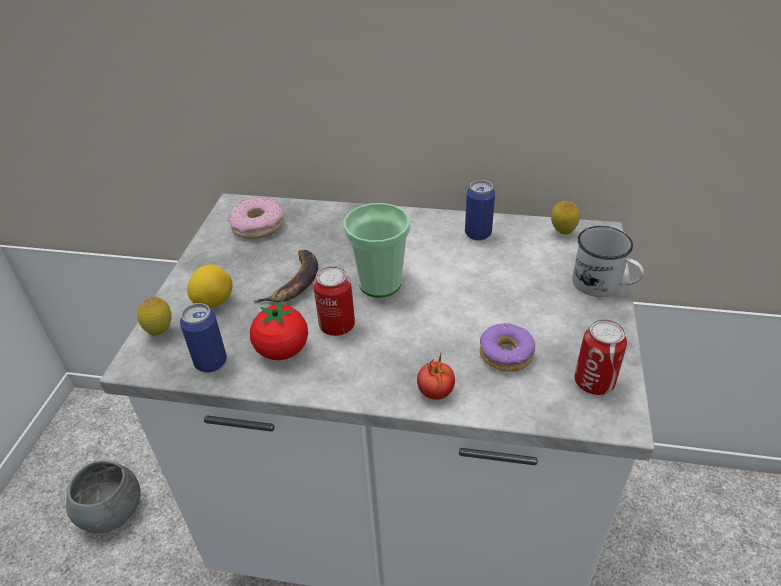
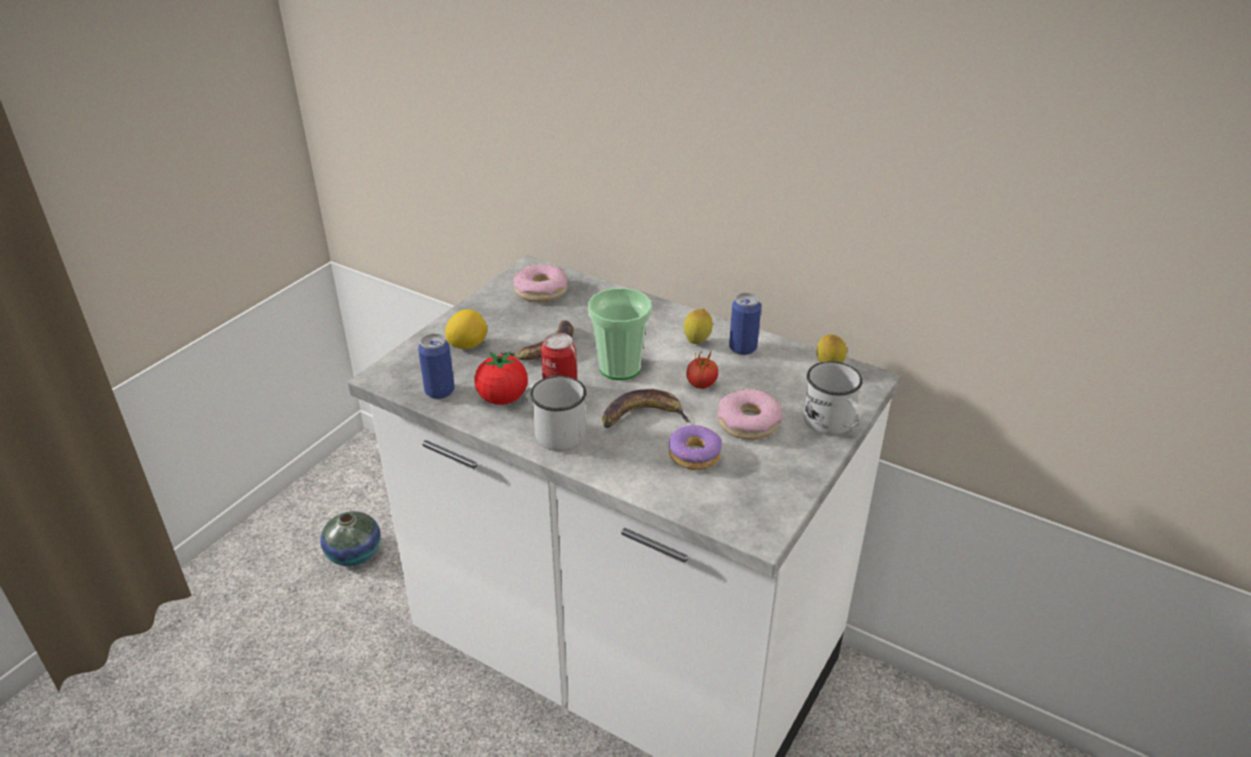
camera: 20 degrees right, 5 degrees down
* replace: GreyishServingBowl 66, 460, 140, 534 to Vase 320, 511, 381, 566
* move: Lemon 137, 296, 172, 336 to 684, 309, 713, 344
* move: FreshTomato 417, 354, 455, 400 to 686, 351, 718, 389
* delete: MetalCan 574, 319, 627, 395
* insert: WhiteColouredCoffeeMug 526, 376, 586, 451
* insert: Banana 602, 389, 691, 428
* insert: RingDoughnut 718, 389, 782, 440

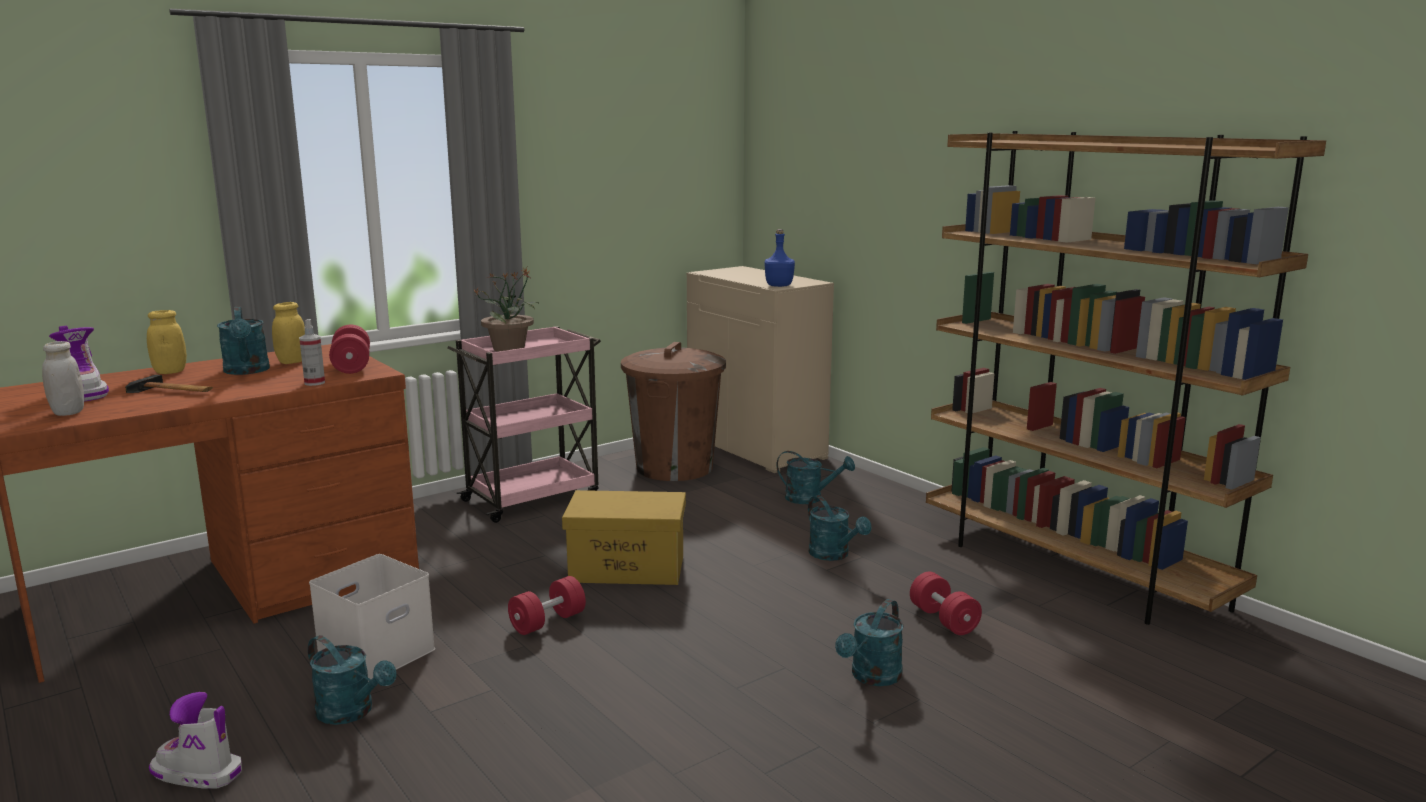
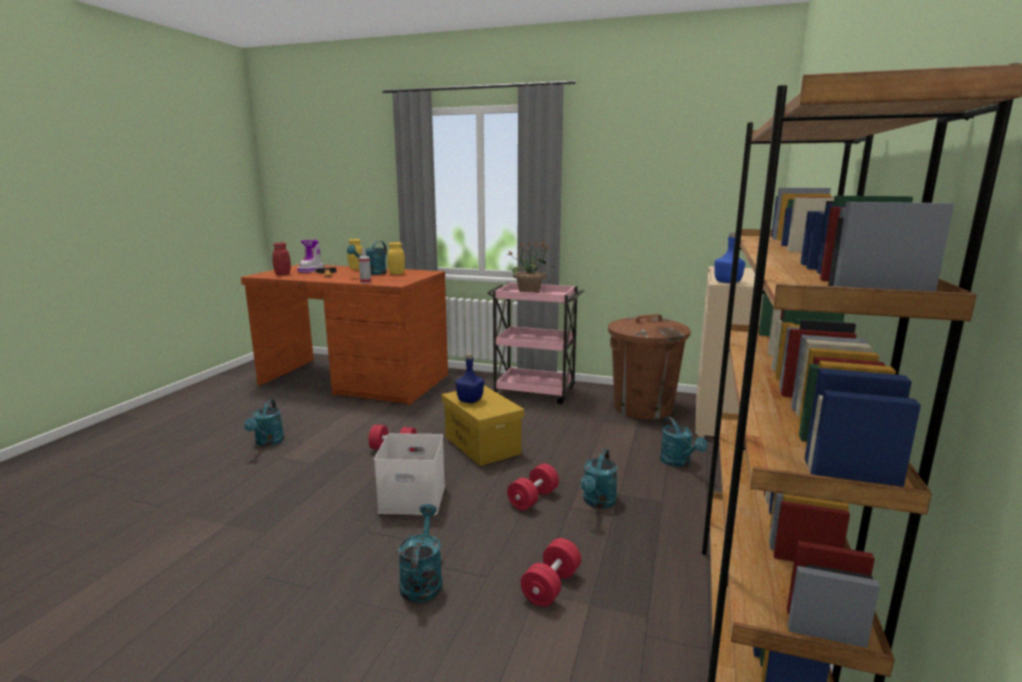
camera: 55 degrees right, 0 degrees up
* recolor: WhiteColouredStorageJar 42, 341, 84, 416 to ReddishStorageJar 272, 242, 291, 275
* delete: TallBoot 149, 692, 242, 789
* move: WhiteColouredStorageBin 309, 554, 435, 679 to 374, 433, 445, 515
* move: ReddishHandWeight 329, 325, 370, 374 to 507, 463, 559, 510
* rotate: TurquoiseColouredWateringCan 835, 599, 904, 686 = 398, 504, 442, 603 90 degrees clockwise
* insert: BlueColouredDrinkBottle 456, 354, 484, 403

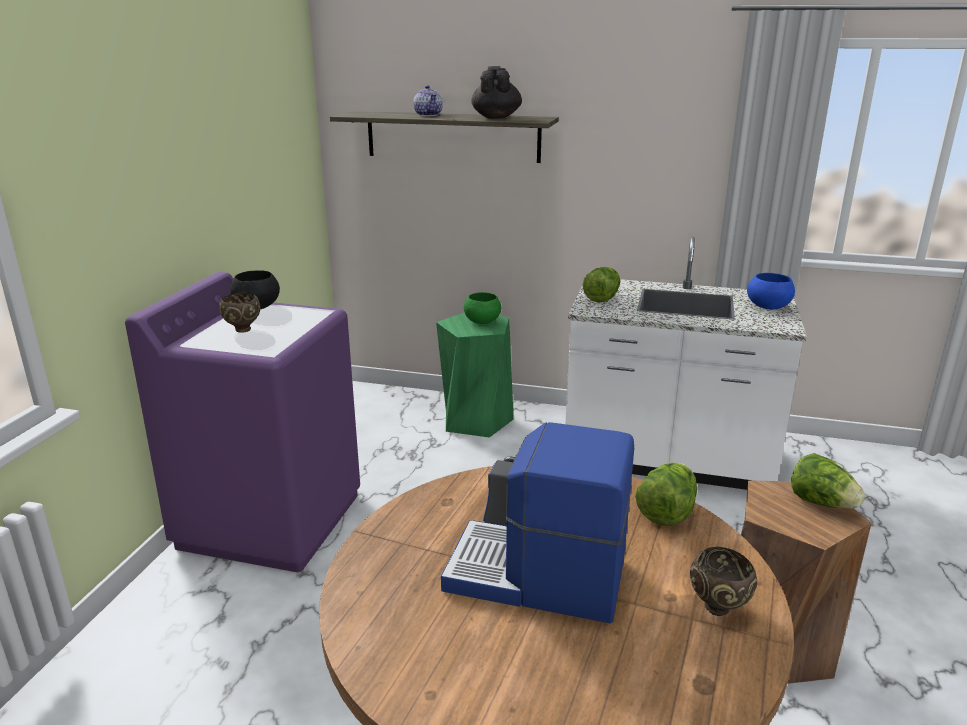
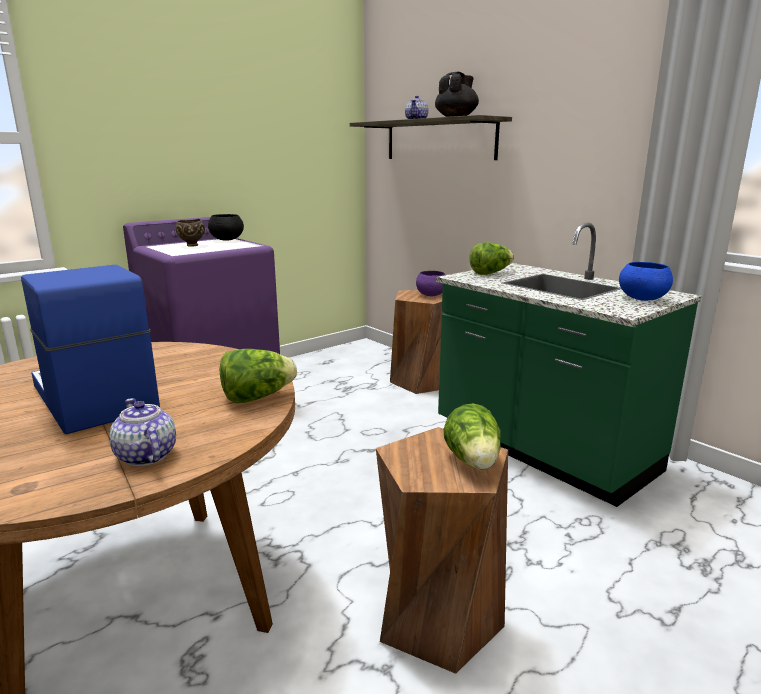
camera: 35 degrees right, 5 degrees down
* recolor: GreenStool 436, 312, 514, 438 to BrownColouredStool 390, 290, 445, 394
* recolor: GreenServingBowl 464, 292, 501, 324 to PurpleColouredServingBowl 416, 271, 445, 296
* recolor: WhiteColouredCounter 565, 237, 807, 490 to GreenCounter 436, 222, 701, 507
* replace: BrownColouredServingBowl 690, 547, 757, 616 to TeaPot 110, 398, 176, 466

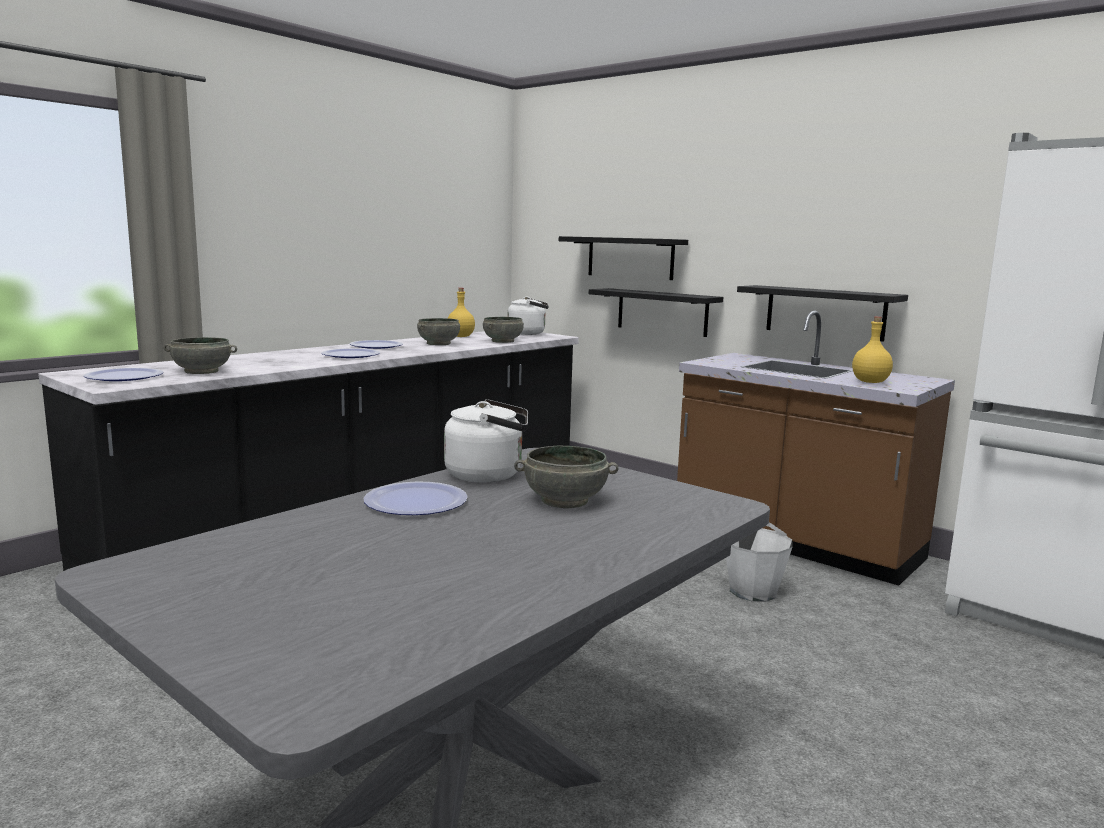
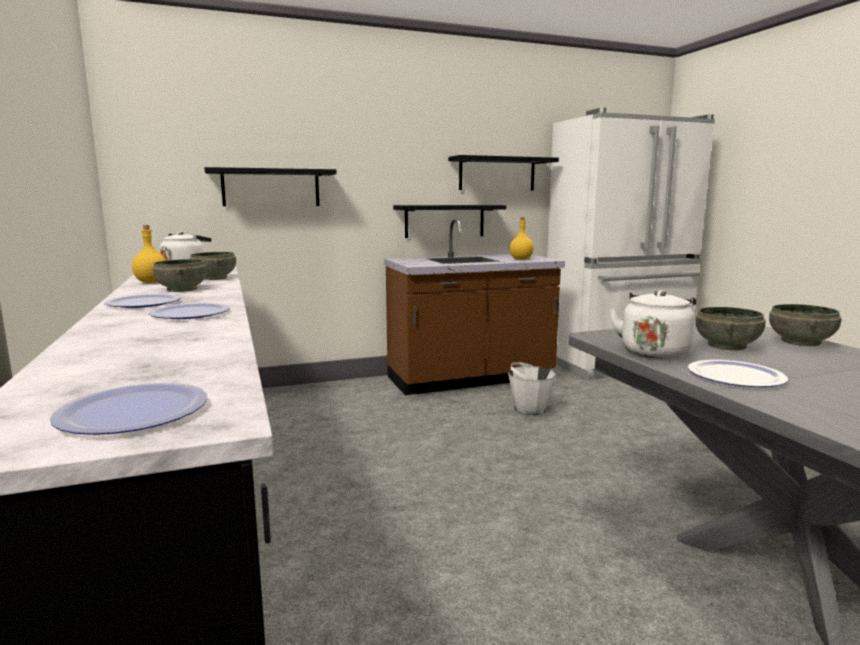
camera: 60 degrees left, 0 degrees up
* move: GreyishServingBowl 164, 337, 237, 374 to 769, 304, 841, 346
* move: BlackishShelf 589, 288, 723, 337 to 448, 155, 559, 190

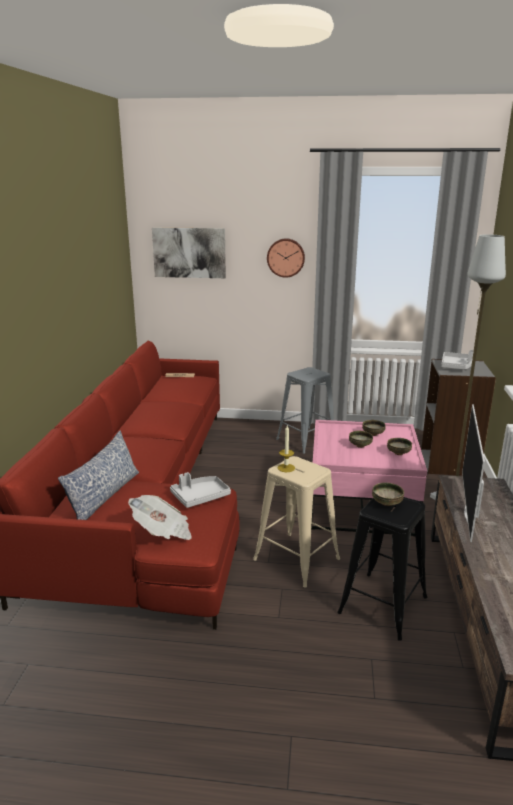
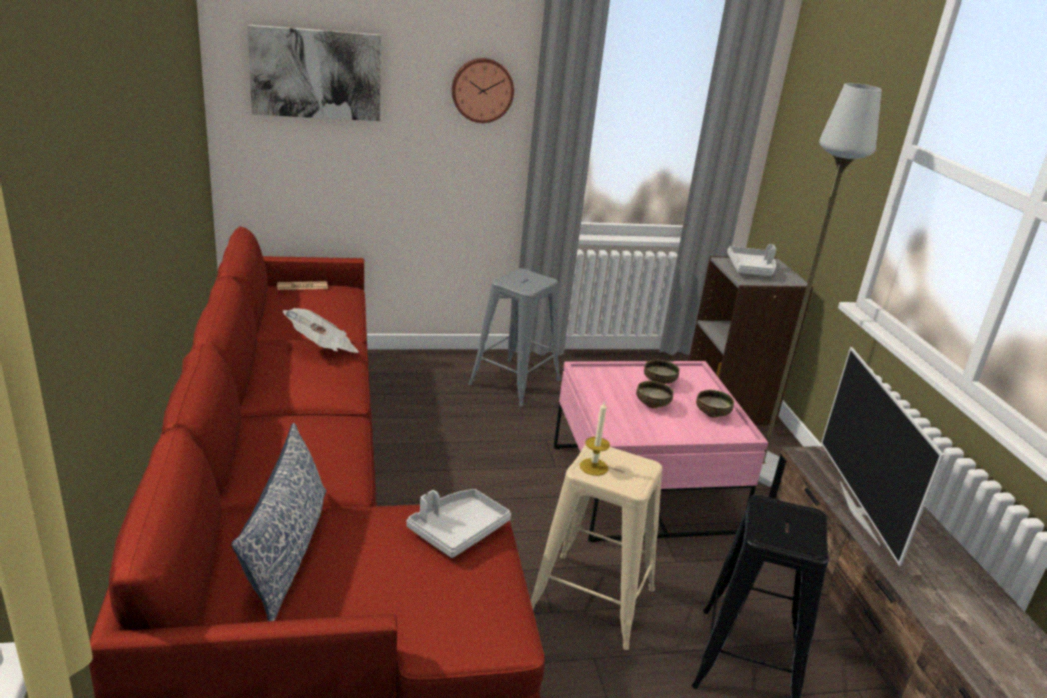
camera: 20 degrees left, 5 degrees up
* move: PrintedPaper 128, 495, 192, 540 to 283, 308, 358, 353
* delete: ServingBowl 372, 482, 404, 506

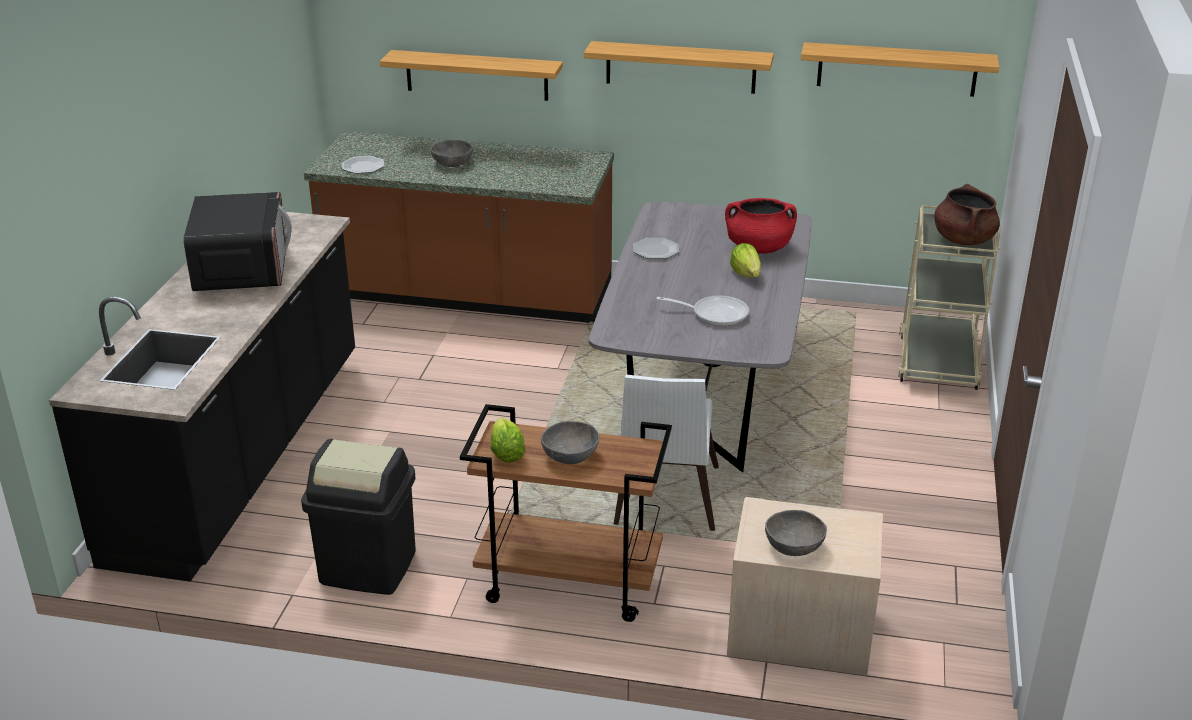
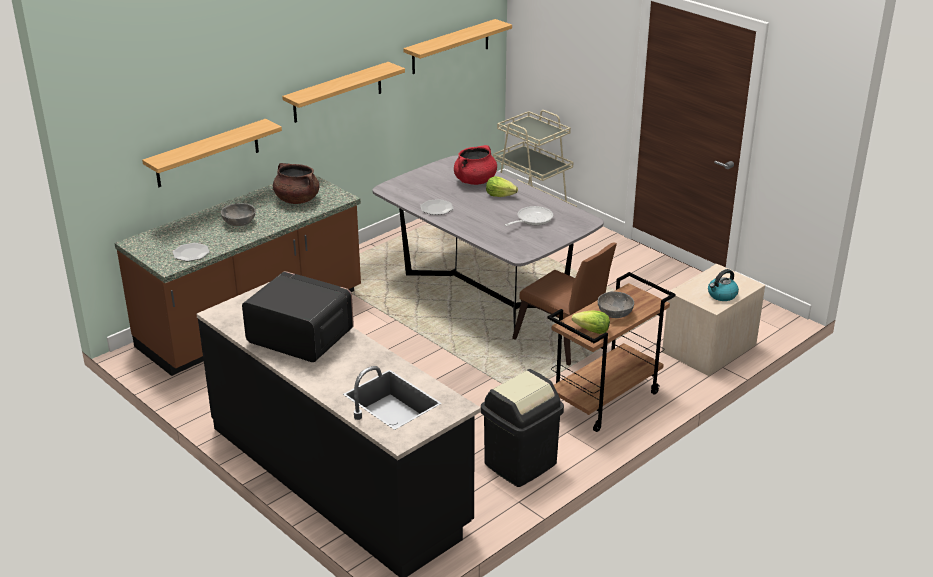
camera: 55 degrees left, 0 degrees up
* recolor: WhiteColouredChair 614, 375, 719, 531 to BrownColouredChair 512, 242, 617, 366
* replace: GreyishServingBowl 765, 510, 827, 556 to Kettle 708, 269, 739, 301
* move: BrownColouredCookingPot 934, 184, 1000, 245 to 273, 163, 320, 204

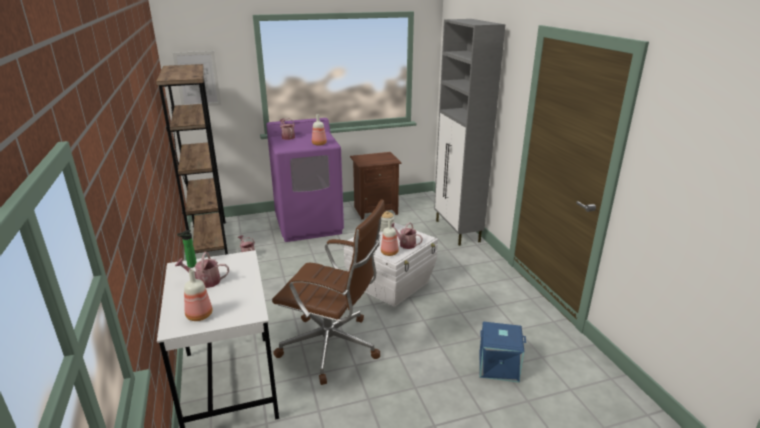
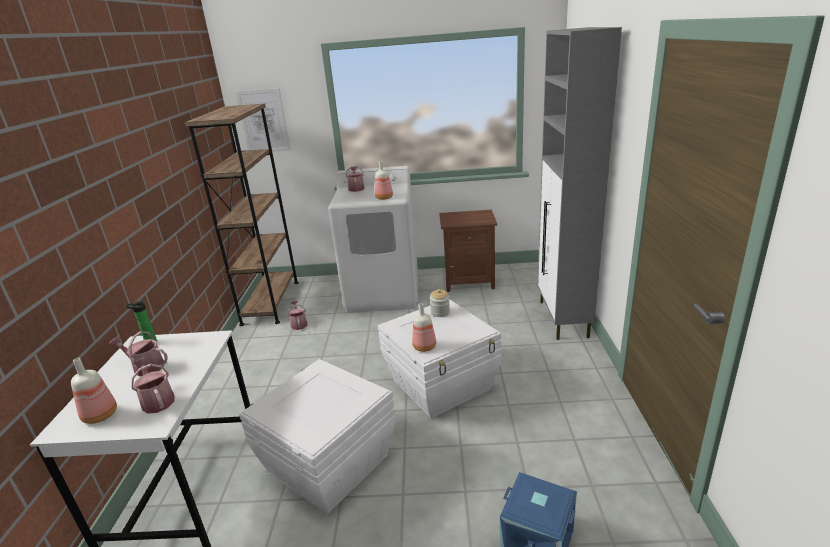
camera: 20 degrees right, 0 degrees up
* recolor: PurpleColouredLaundryMachine 266, 118, 344, 242 to WhiteColouredLaundryMachine 328, 166, 418, 313
* replace: BrownColouredDeskChair 272, 200, 385, 385 to WhiteColouredStorageBin 239, 359, 395, 514
* move: WateringCan 391, 222, 423, 249 to 131, 358, 175, 414

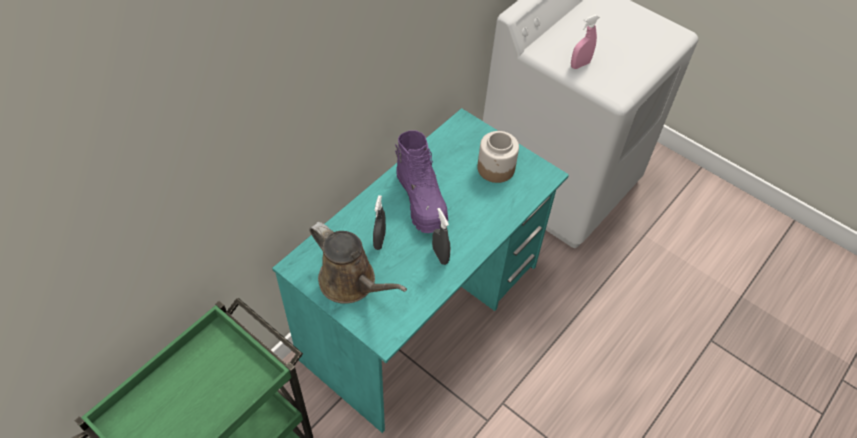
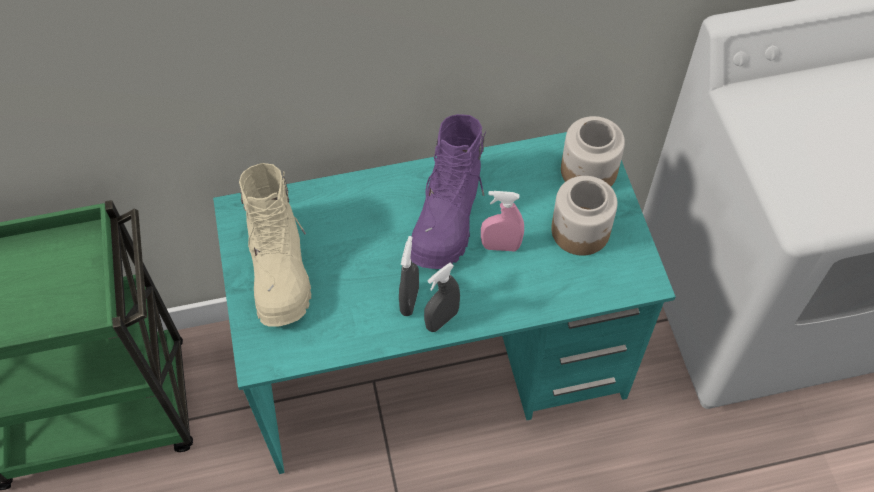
camera: 40 degrees right, 5 degrees up
* replace: BrownColouredWateringCan 309, 222, 407, 304 to BeigeTallBoot 239, 163, 311, 327
* move: GreyishHandSprayer 373, 195, 386, 250 to 424, 263, 460, 332
* move: PinkHandSprayer 571, 15, 599, 69 to 481, 191, 524, 251
* insert: StorageJar 561, 116, 625, 186

